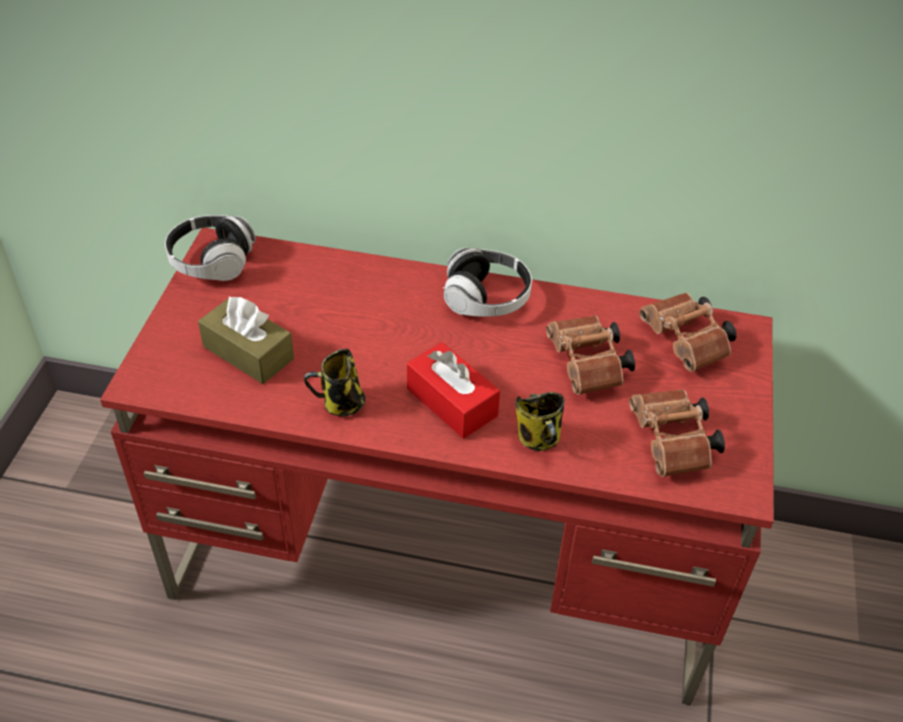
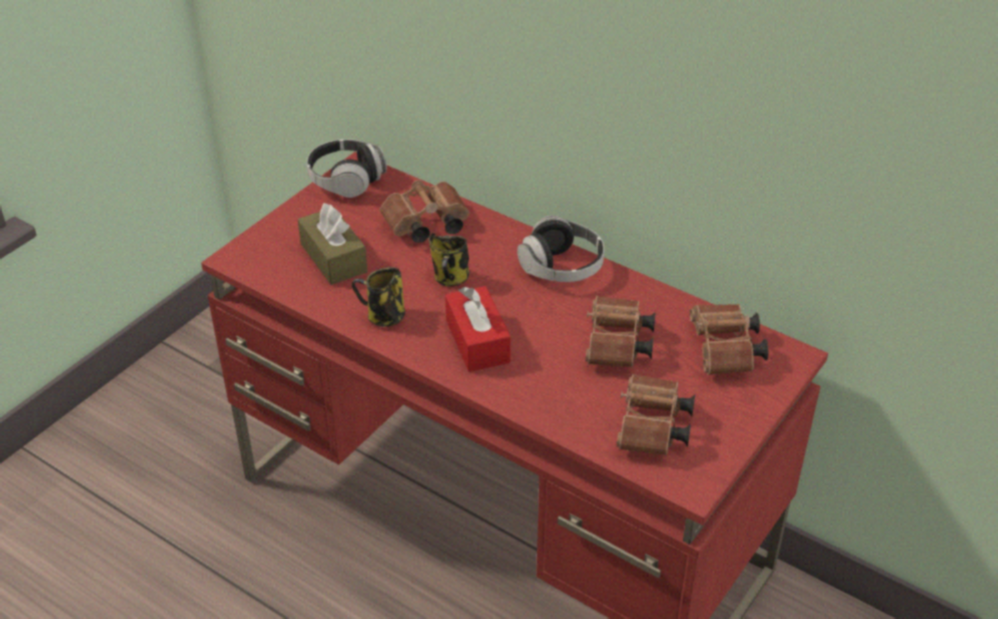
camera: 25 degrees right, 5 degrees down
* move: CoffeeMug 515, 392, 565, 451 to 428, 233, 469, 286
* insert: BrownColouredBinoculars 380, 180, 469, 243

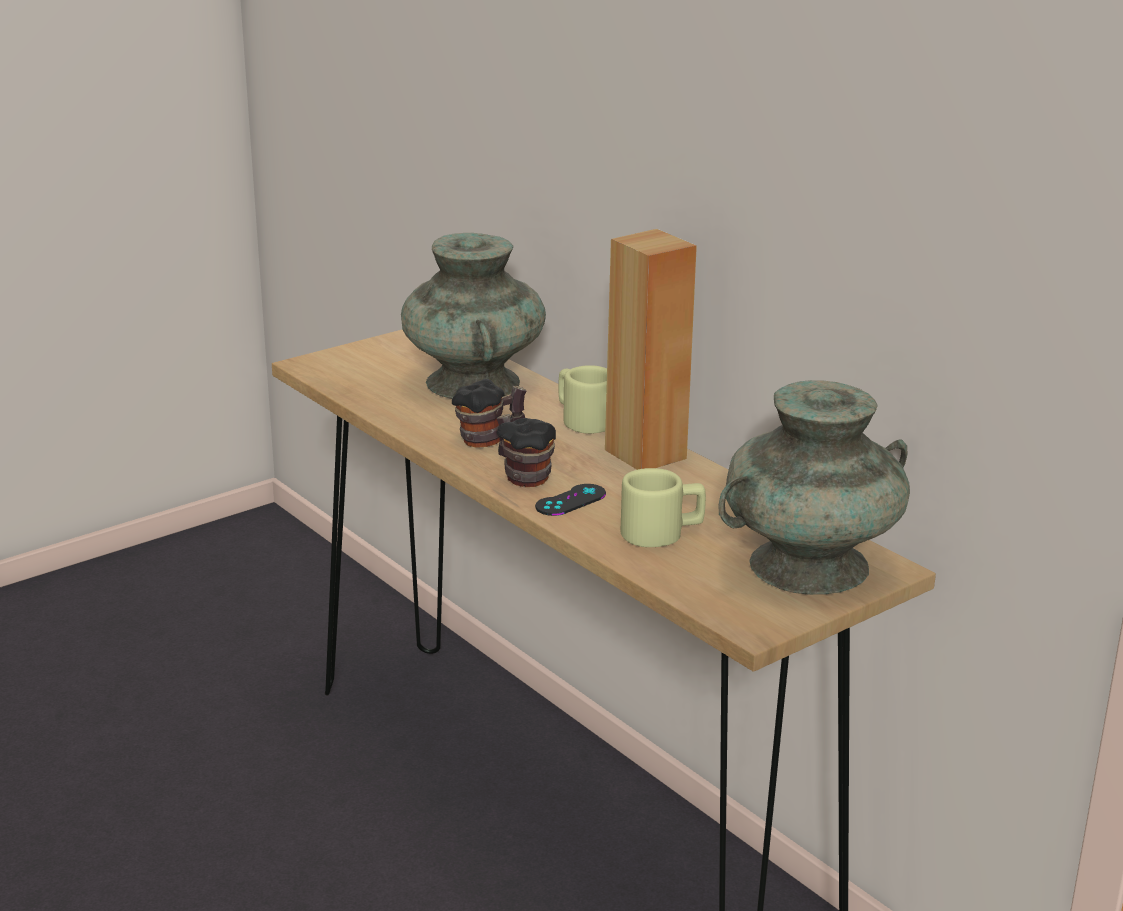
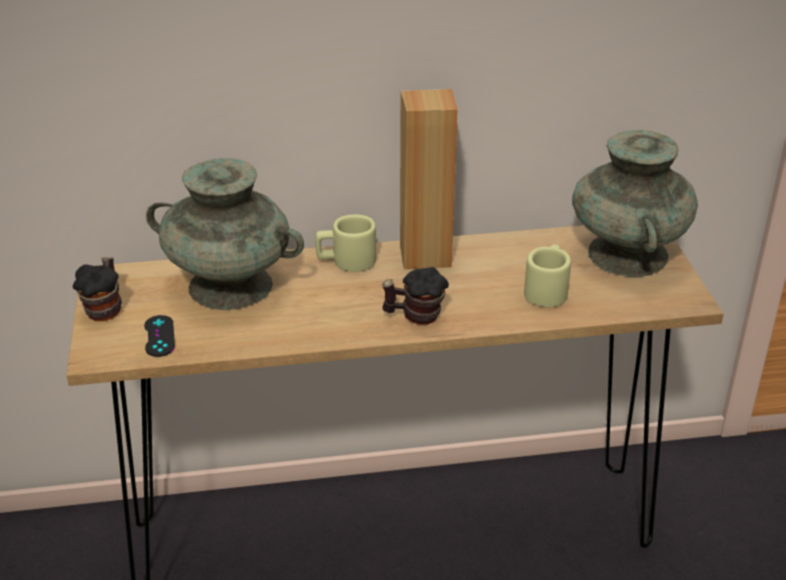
camera: 60 degrees left, 10 degrees up
* move: CoffeeMug 452, 379, 526, 448 to 73, 257, 122, 321
* move: BlackishGamepad 535, 484, 606, 516 to 144, 315, 175, 357

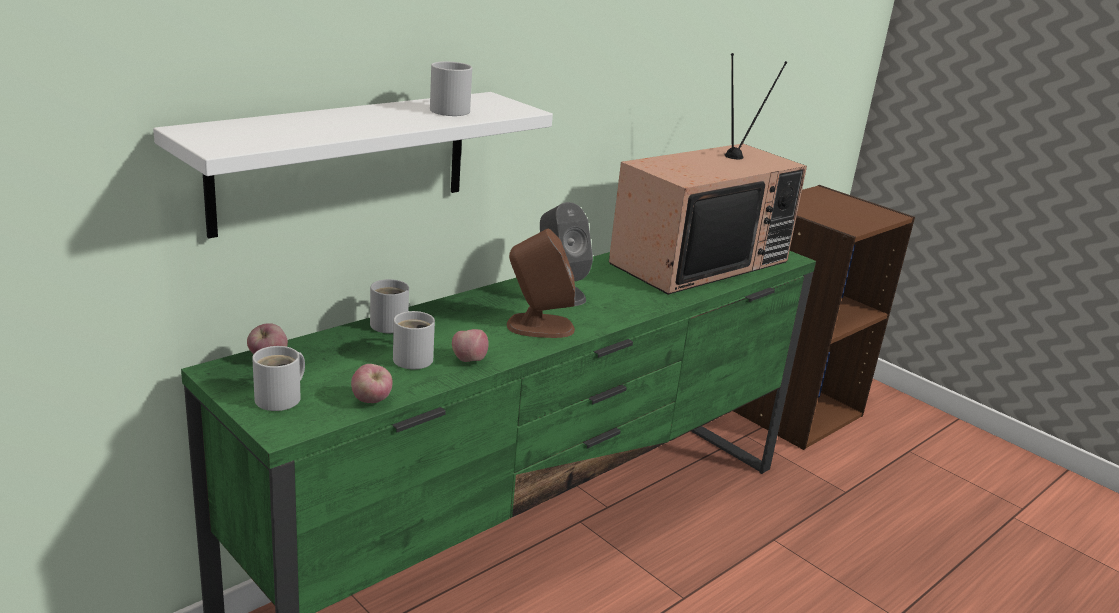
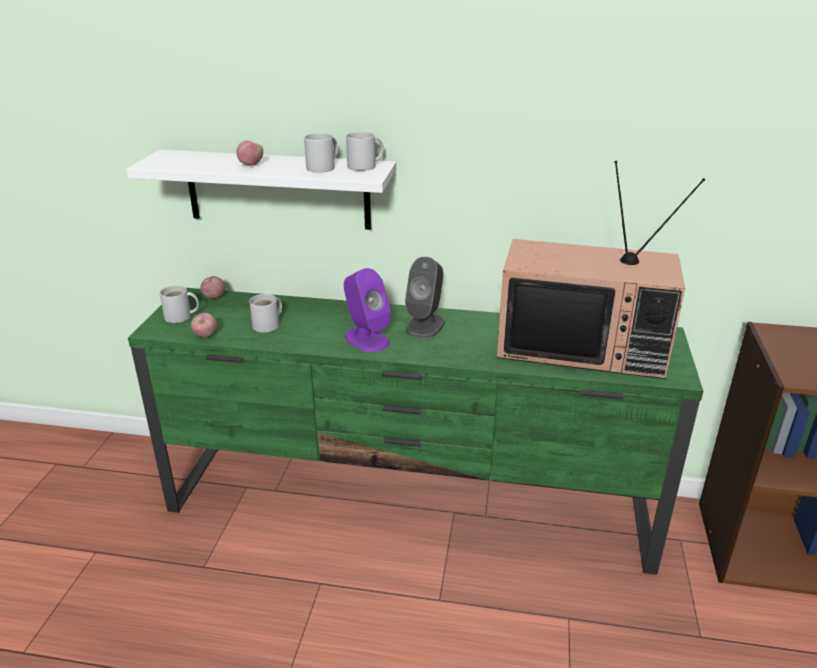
camera: 55 degrees right, 5 degrees up
* move: WhiteColouredCoffeeMug 370, 279, 409, 333 to 346, 132, 384, 171
* move: Apple 452, 329, 489, 362 to 236, 141, 263, 166
* recolor: BrownColouredAudioSpeaker 507, 229, 575, 338 to PurpleColouredAudioSpeaker 344, 268, 391, 352

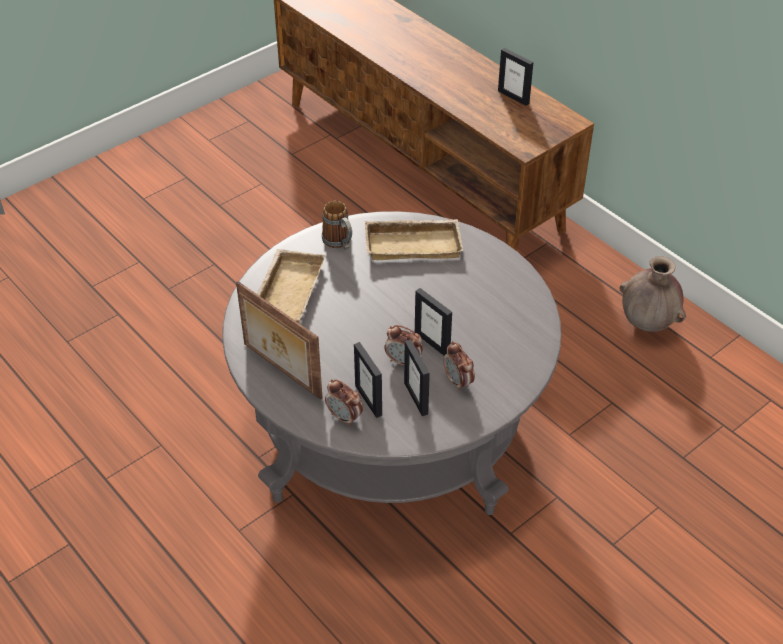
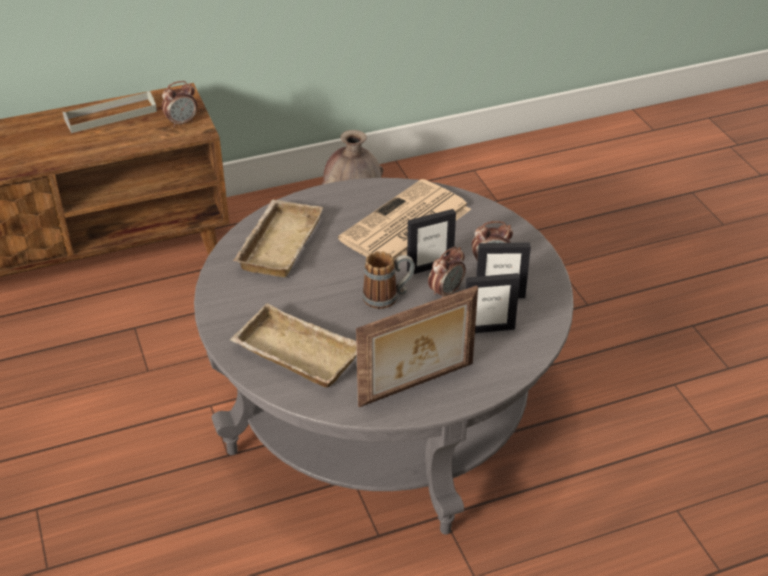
camera: 70 degrees left, 5 degrees down
* move: CoffeeMug 322, 201, 352, 250 to 362, 251, 415, 309
* move: BedsideClock 325, 379, 363, 426 to 162, 81, 197, 128
* replace: PictureFrame 498, 48, 533, 106 to GreyishServingTray 63, 91, 157, 133
* insert: PrintedPaper 338, 179, 471, 261

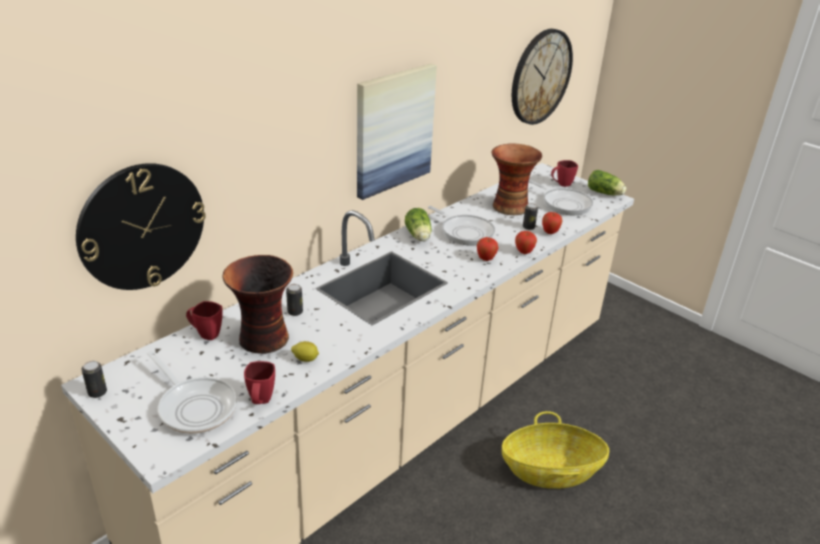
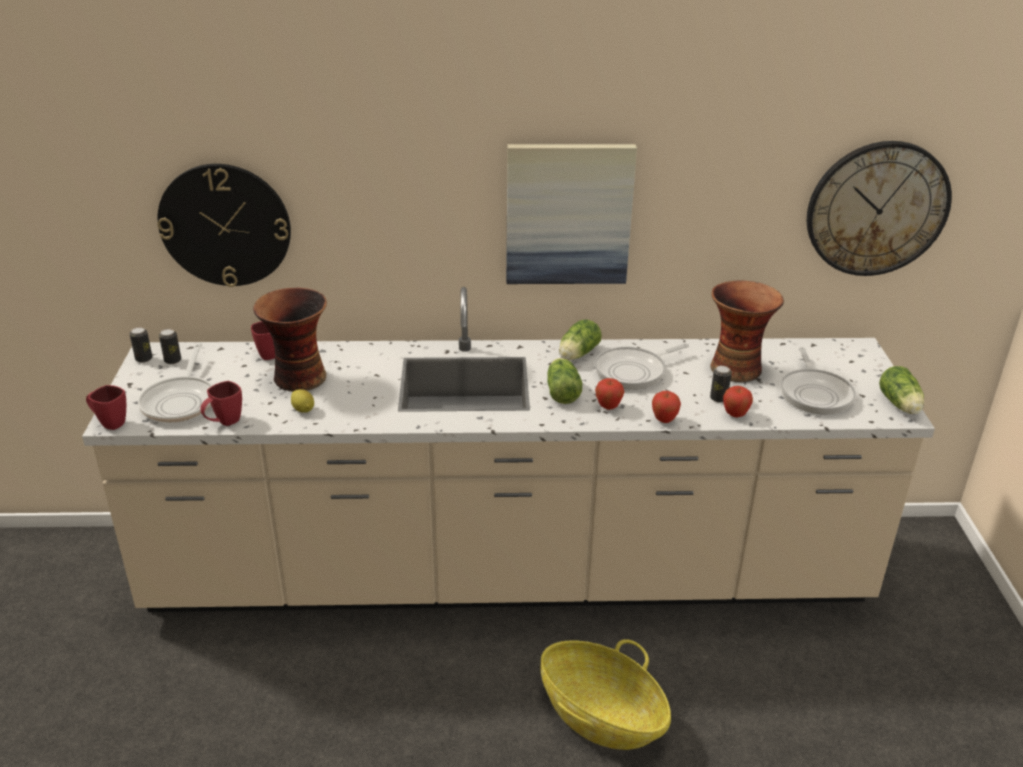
camera: 45 degrees right, 0 degrees up
* move: MetalCan 286, 284, 303, 316 to 159, 329, 181, 364
* rotate: FryingPan 428, 206, 495, 246 = 595, 343, 689, 390 60 degrees clockwise
* move: ReddishCoffeeMug 551, 160, 578, 187 to 86, 385, 126, 430
* insert: HeadOfLettuce 547, 358, 582, 404

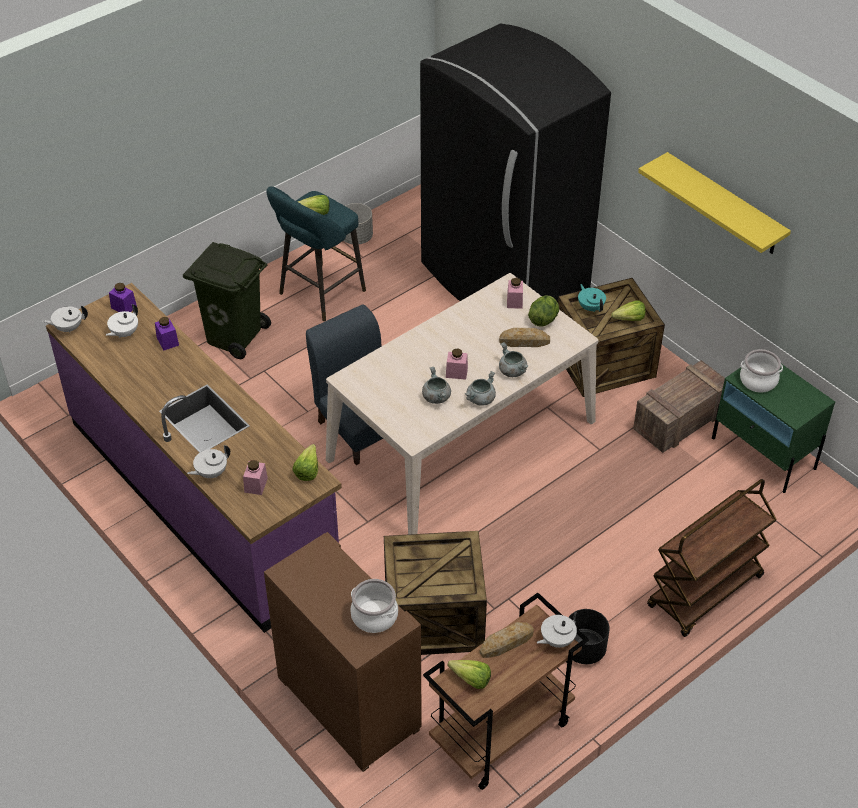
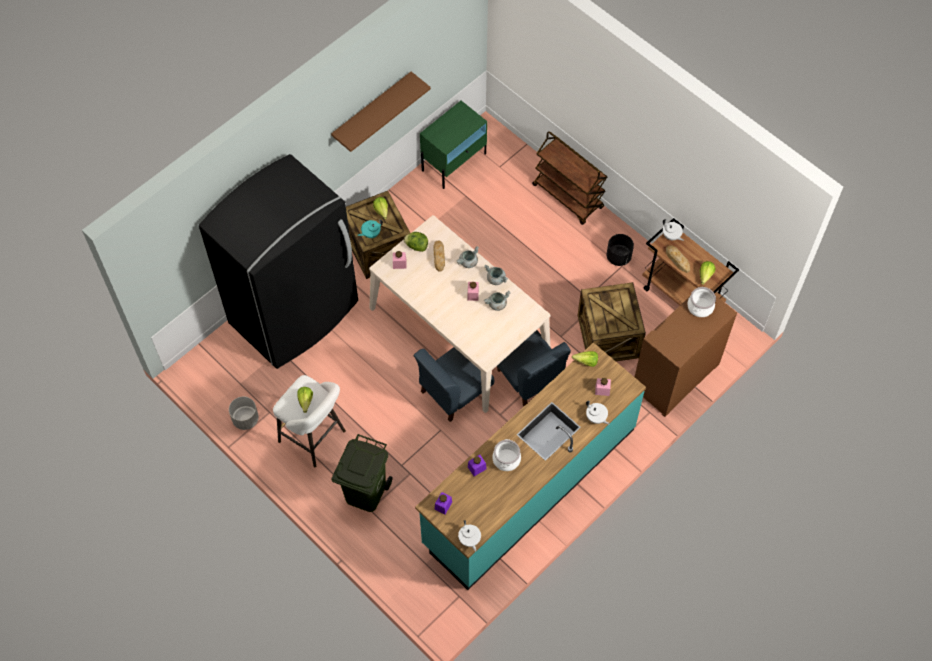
camera: 95 degrees left, 15 degrees up
* recolor: PurpleColouredCounter 46, 283, 342, 633 to TurquoiseColouredCounter 415, 342, 646, 590
* delete: WhiteColouredTeaPot 106, 304, 138, 338
* recolor: TurquoiseColouredStool 266, 186, 366, 321 to WhiteColouredStool 273, 375, 346, 467
* delete: PackingCrate 633, 360, 725, 453
* recolor: YellowColouredShelf 638, 152, 791, 254 to BrownColouredShelf 331, 72, 431, 152
* move: CookingPot 740, 349, 783, 393 to 492, 439, 521, 471
* insert: BlueColouredChair 497, 330, 571, 406

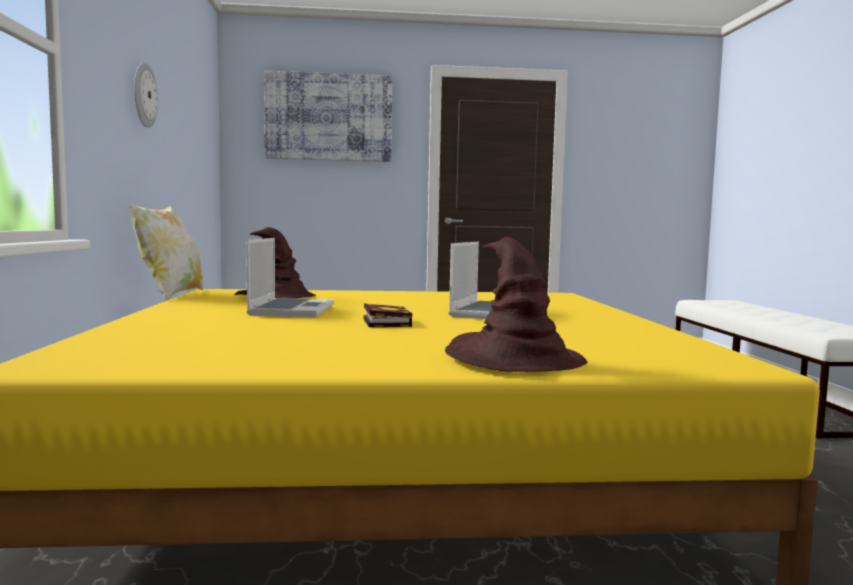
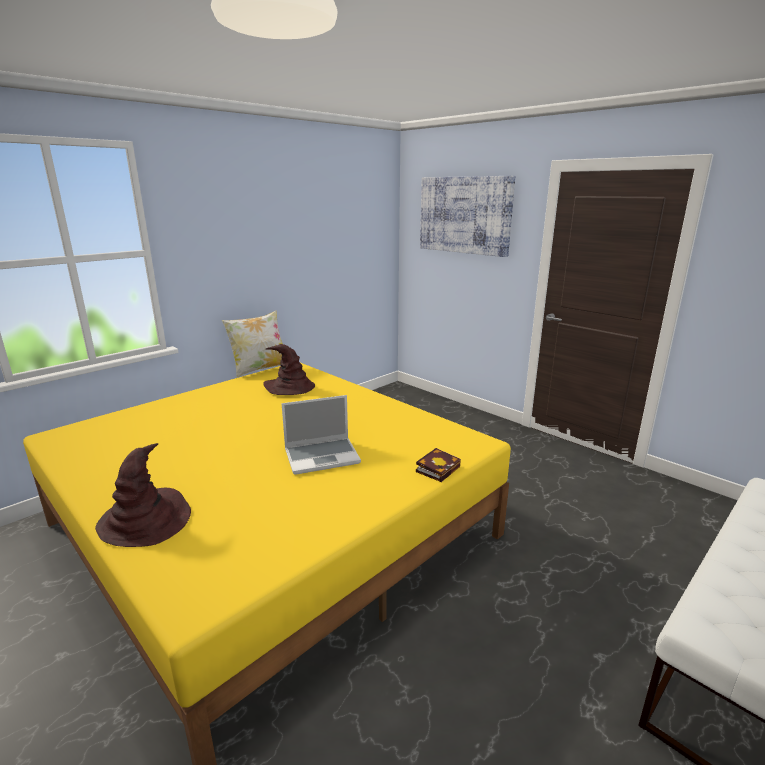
camera: 50 degrees right, 15 degrees up
* delete: WallClock 134, 62, 158, 128
* delete: NotebookComputer 246, 238, 334, 317
* move: BoundBook 363, 303, 412, 327 to 416, 448, 461, 482

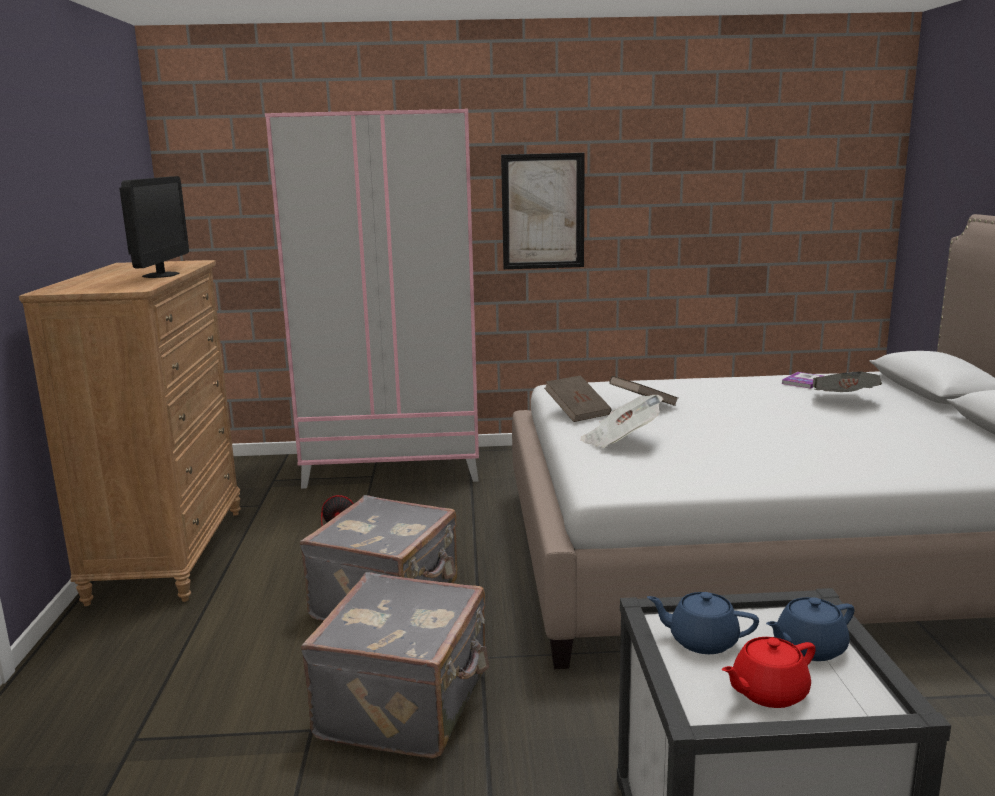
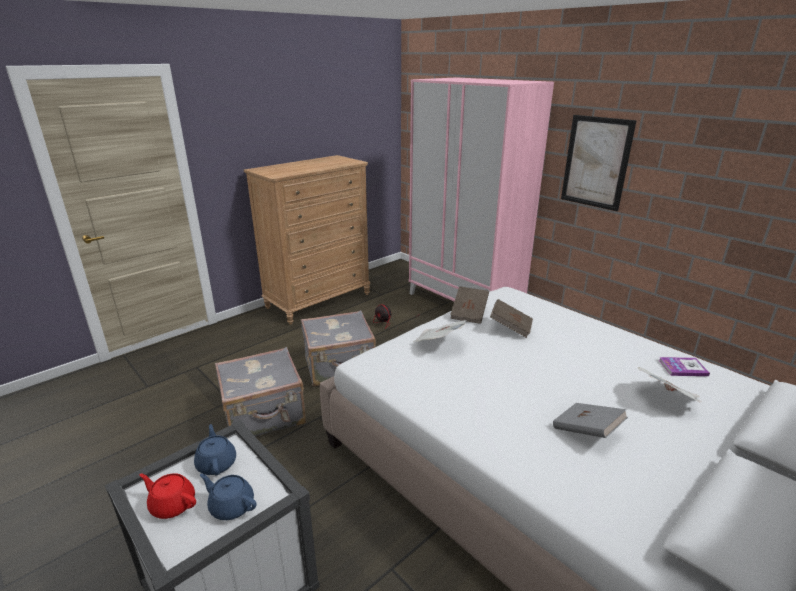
camera: 50 degrees right, 10 degrees up
* delete: ComputerDisplay 119, 176, 189, 278
* insert: GreyishBoundBook 553, 403, 628, 438

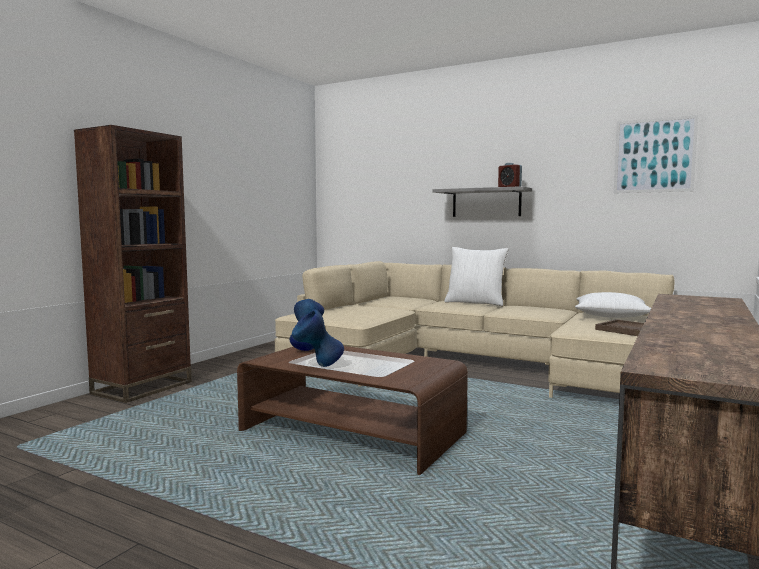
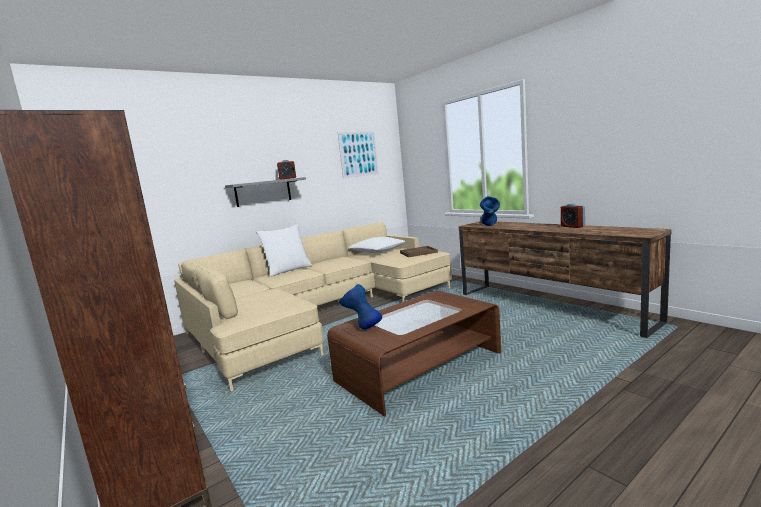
camera: 65 degrees left, 5 degrees up
* move: BlueColouredVase 292, 309, 344, 367 to 480, 196, 500, 226
* insert: BedsideClock 561, 203, 585, 228

